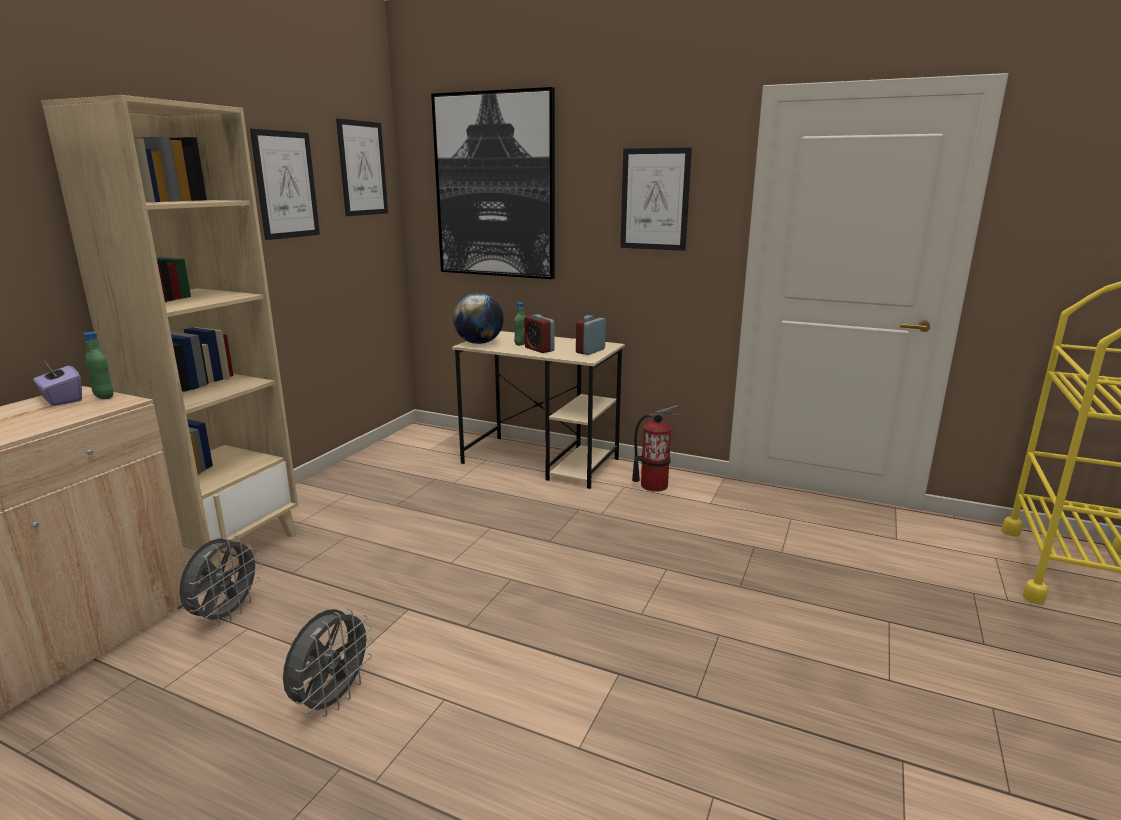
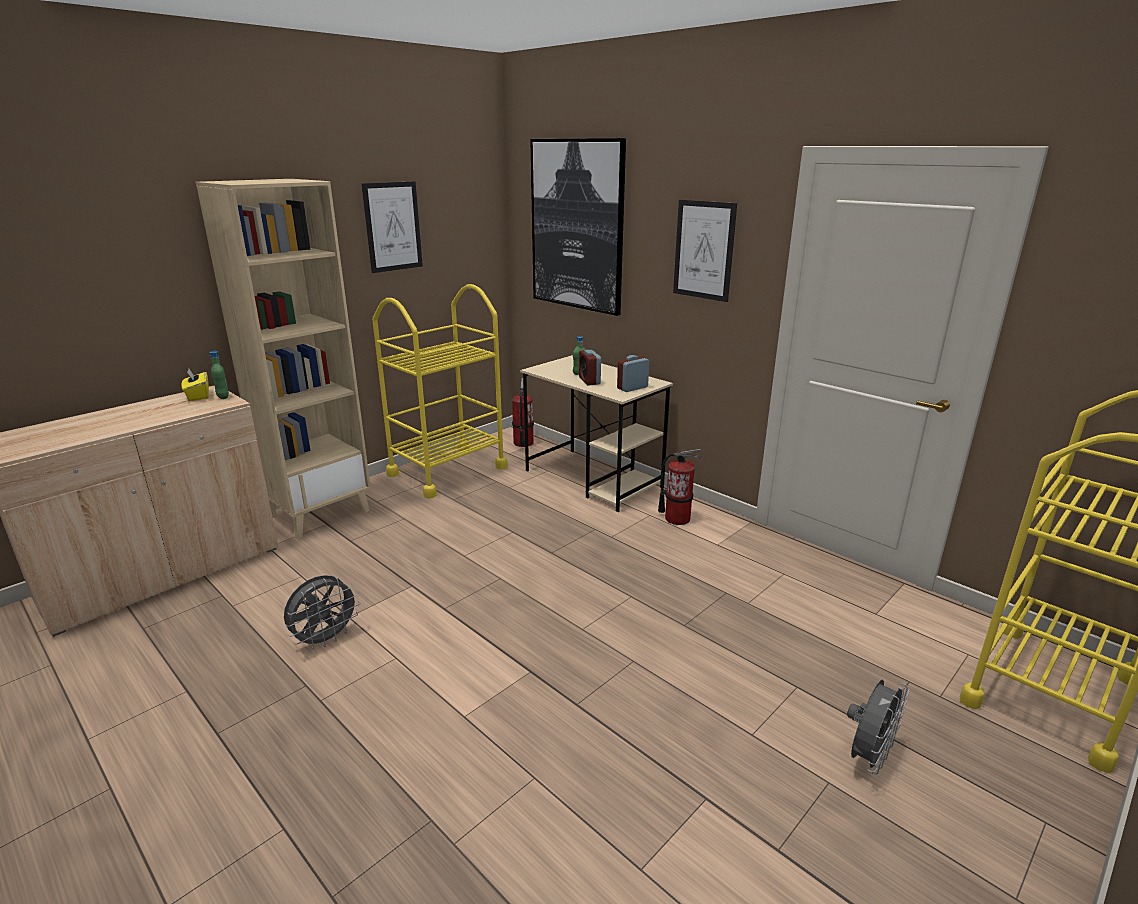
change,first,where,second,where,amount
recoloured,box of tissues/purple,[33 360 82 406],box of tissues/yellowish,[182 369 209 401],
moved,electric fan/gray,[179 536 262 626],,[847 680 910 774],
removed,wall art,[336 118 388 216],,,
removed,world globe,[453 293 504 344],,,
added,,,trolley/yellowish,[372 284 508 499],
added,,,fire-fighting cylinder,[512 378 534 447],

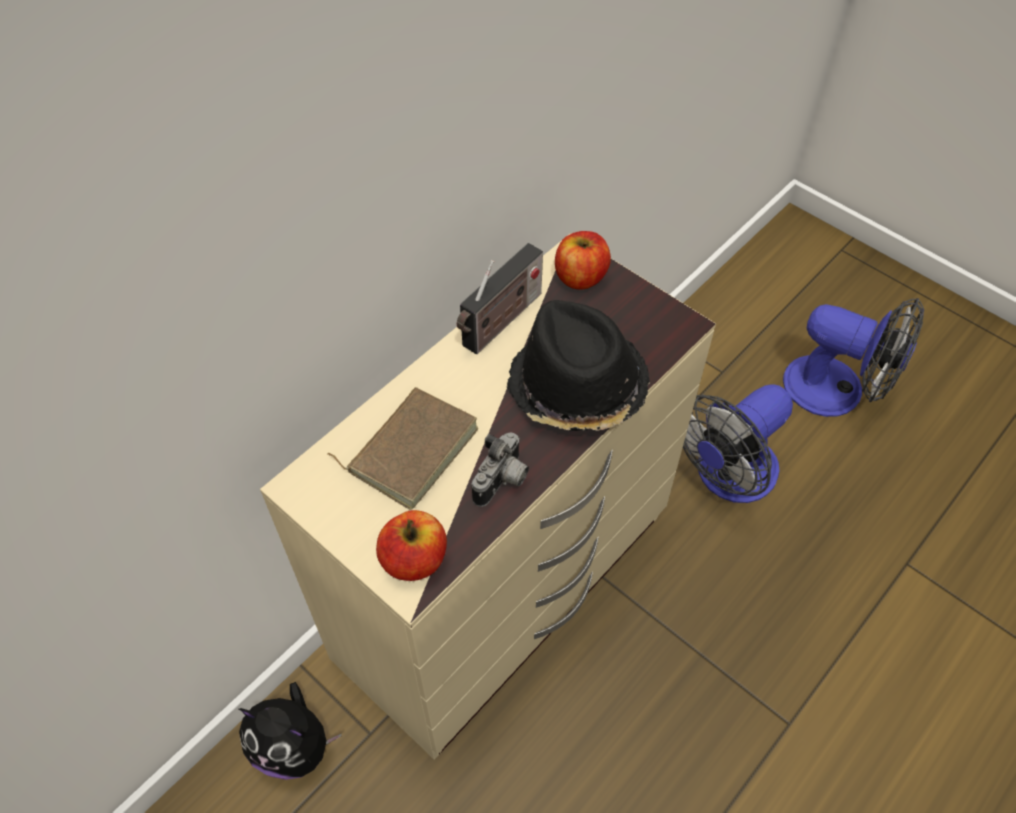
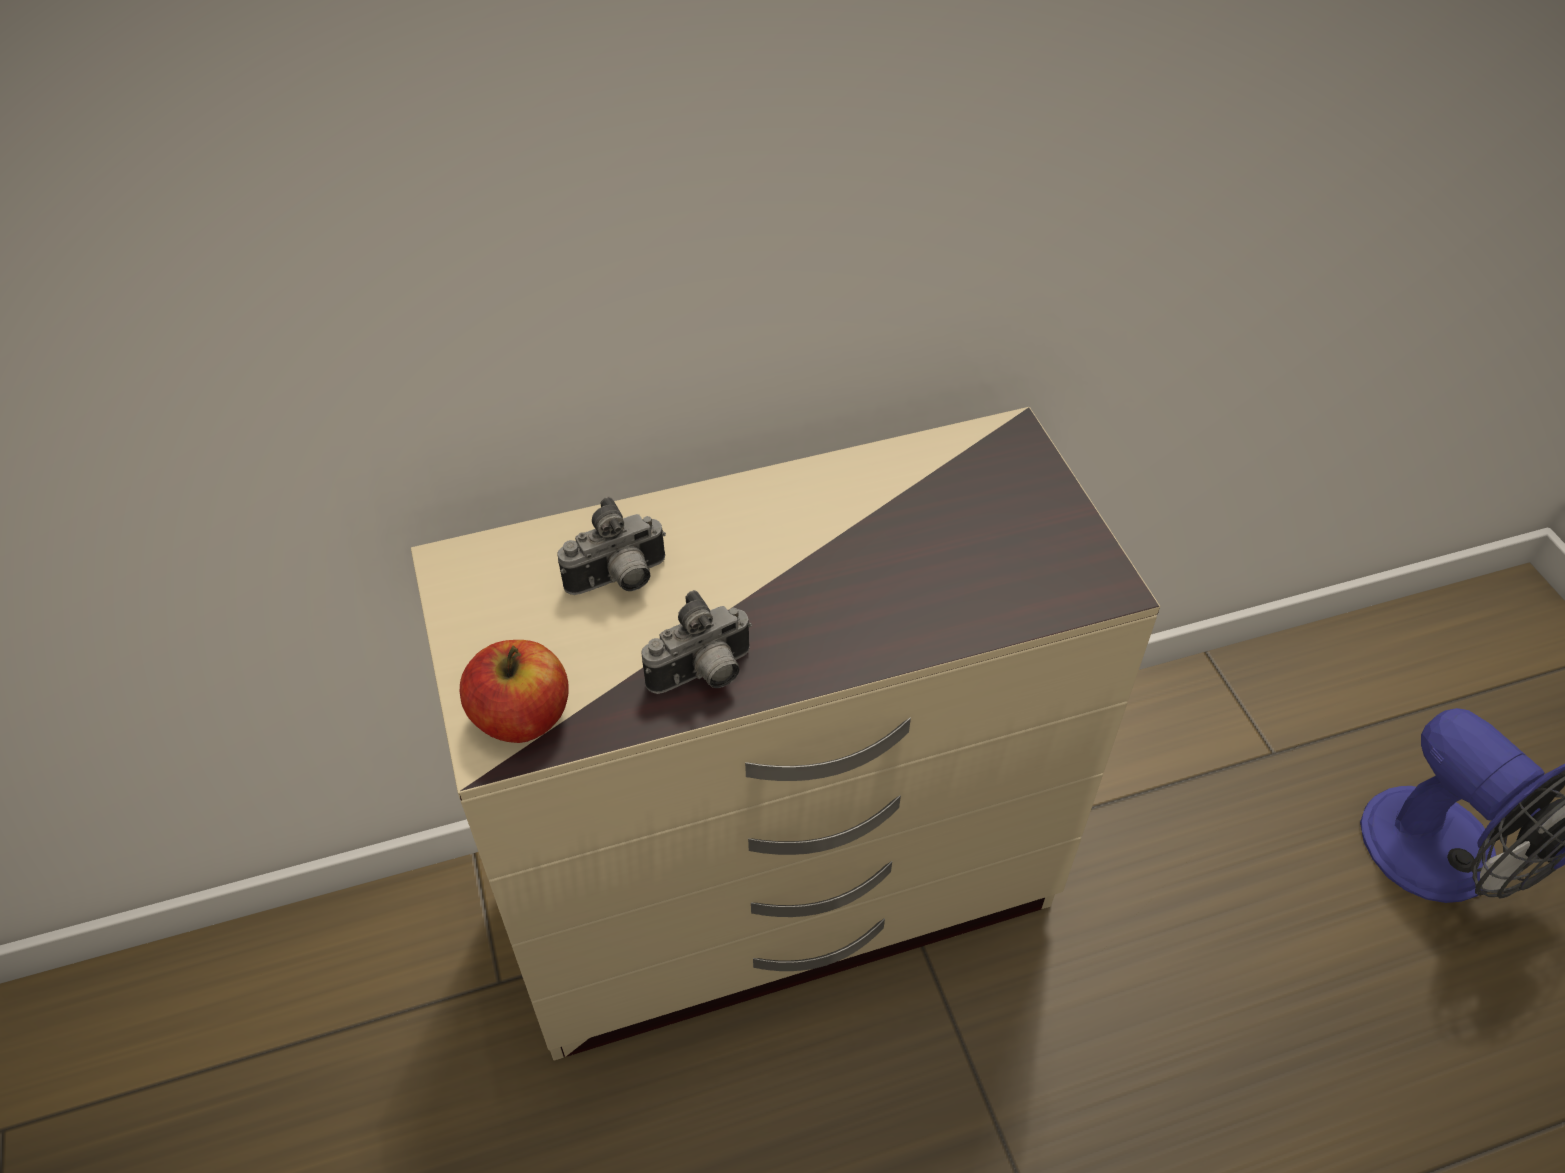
change,first,where,second,where,amount
removed,soft toy,[239 682 342 780],,,
replaced,bound book/brownish,[327 387 478 510],photo camera,[557 497 666 595],
removed,radio,[457 243 543 354],,,
removed,hat/black,[506 300 650 431],,,
removed,whole apple,[555 231 611 290],,,
removed,electric fan,[683 384 793 503],,,

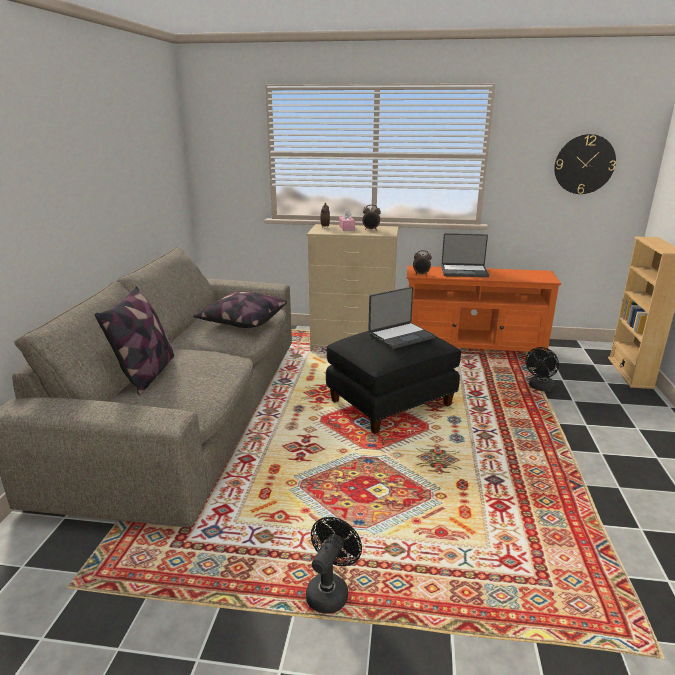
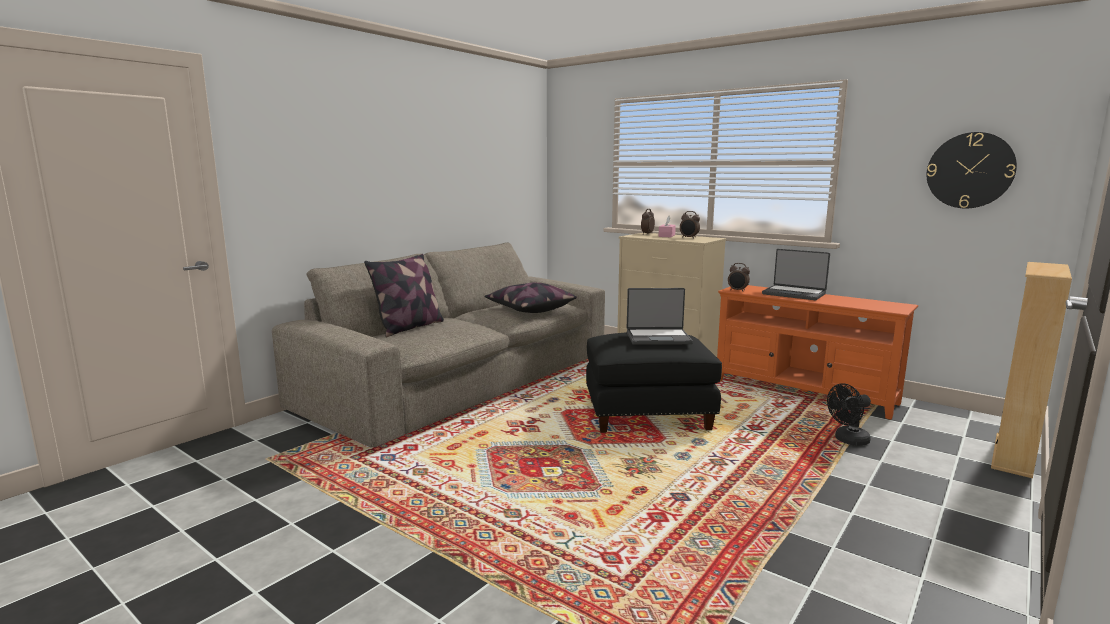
change,first,where,second,where,amount
removed,electric fan/black,[306 517 362 614],,,

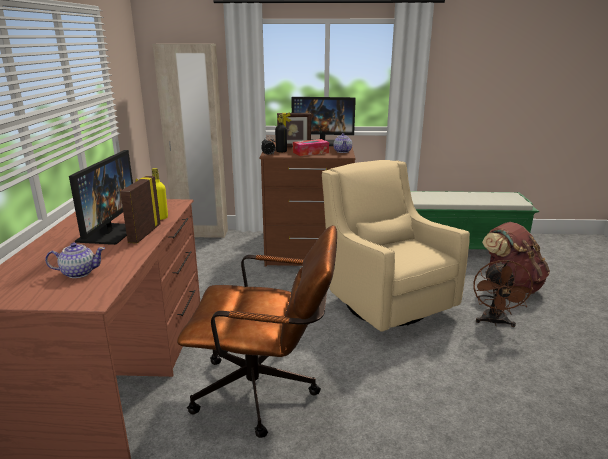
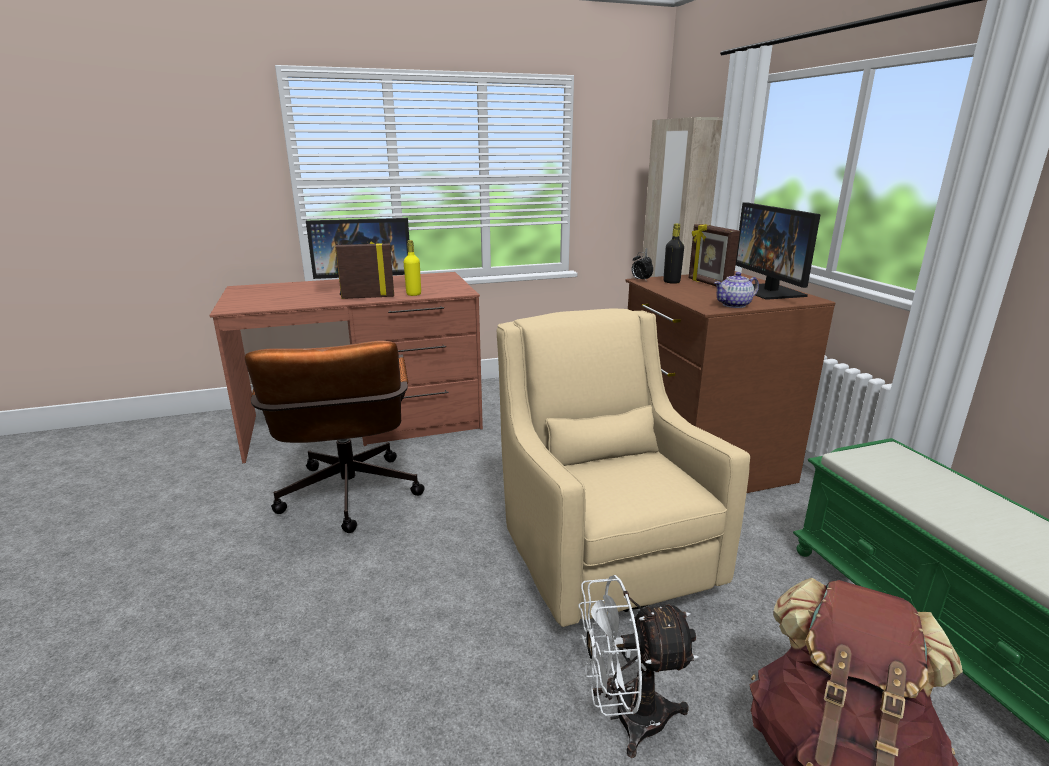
change,first,where,second,where,amount
removed,teapot,[45 243 105 278],,,
removed,box of tissues,[293 139 329 156],,,
turned,easy chair/sand-coloured,[322 160 470 332],,[497 309 750 627],60 degrees counterclockwise
recoloured,electric fan/brownish,[473 260 535 327],electric fan/white-coloured,[578 575 698 758],

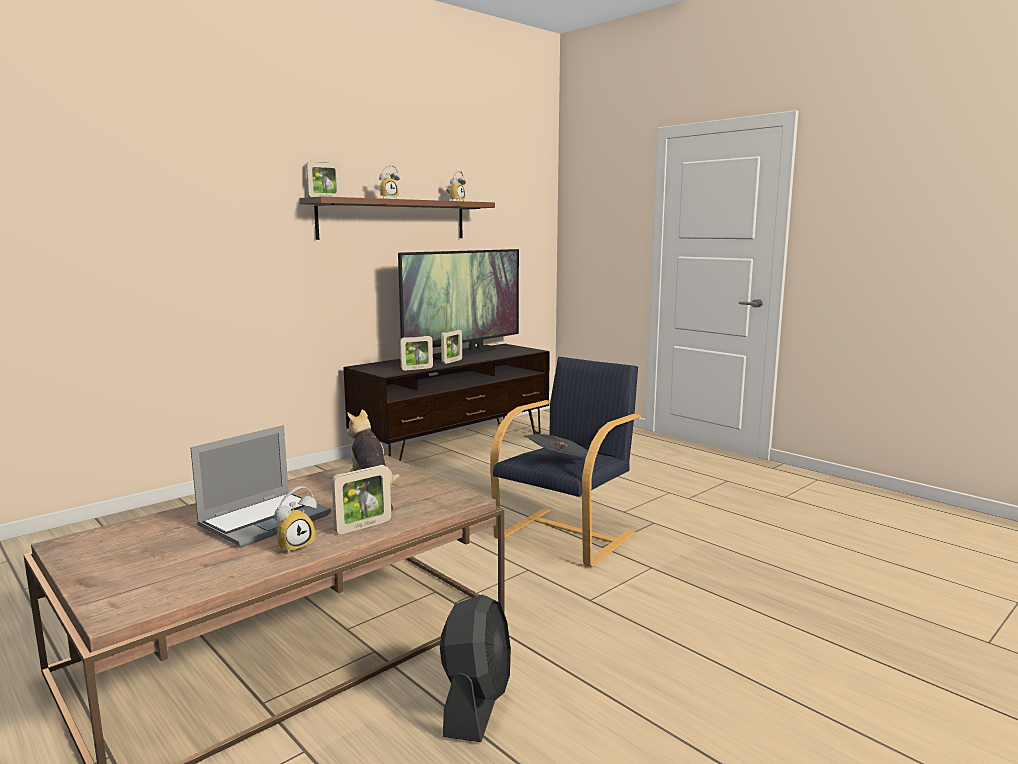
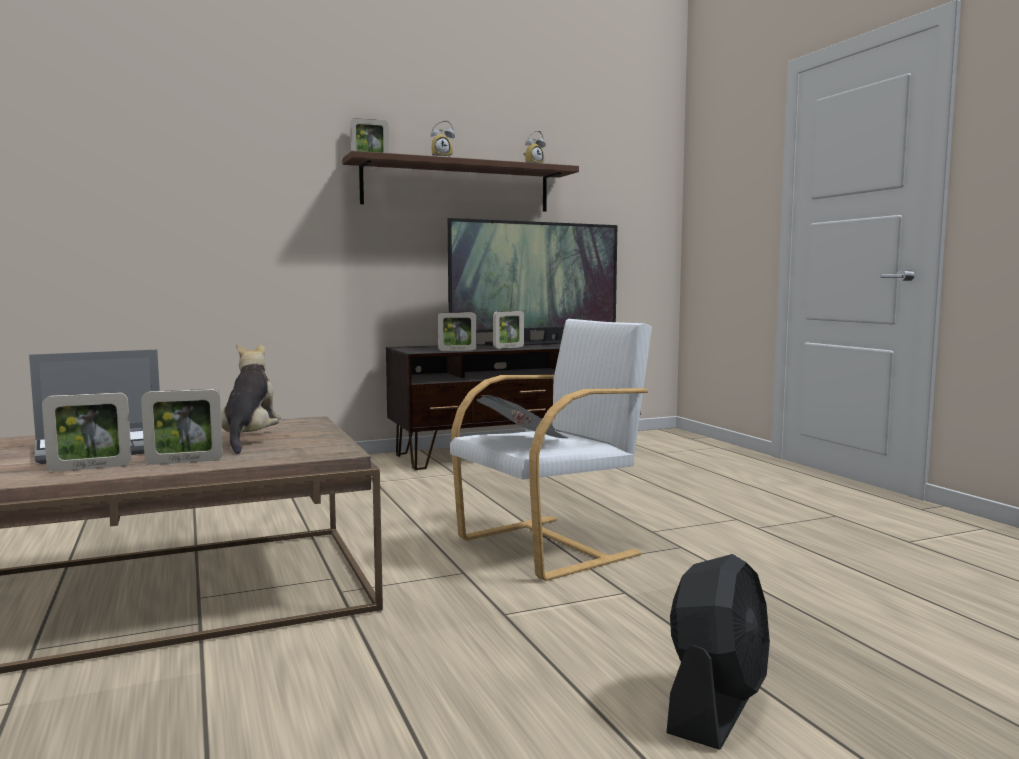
change,first,where,second,where,amount
replaced,bedside clock,[274 486 317 553],photo frame,[42 392 132 472],
moved,electric fan/black,[440 594 511 742],,[667 554 770 750],
recoloured,easy chair/black,[490 357 641 567],easy chair/white-coloured,[450 319 652 581],

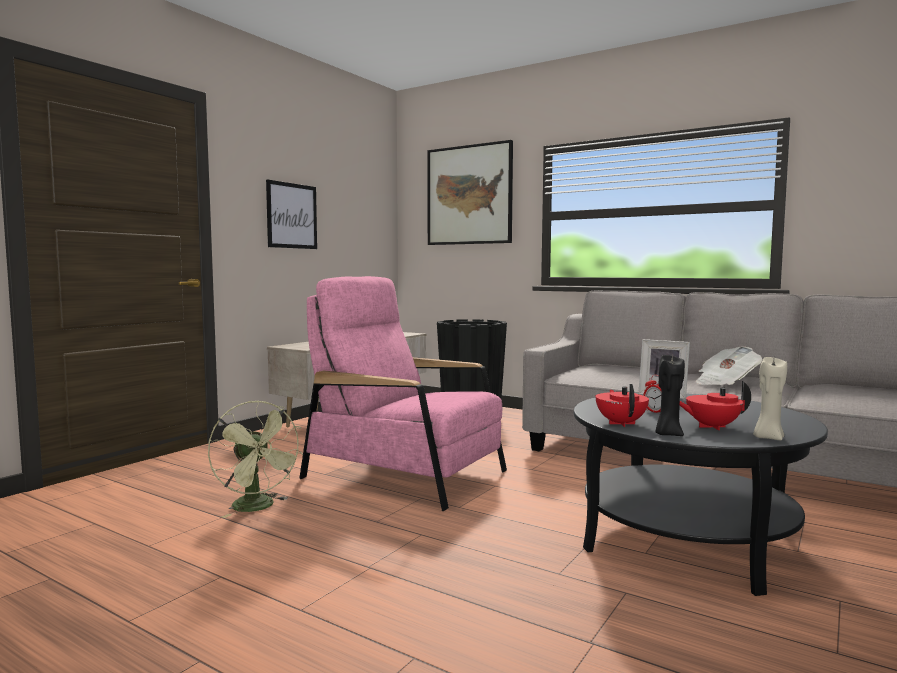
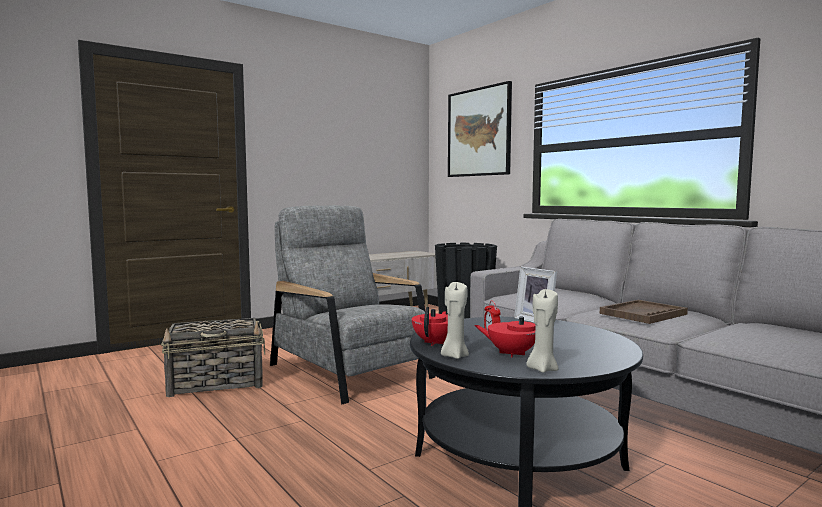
change,first,where,second,where,amount
replaced,electric fan/green-coloured,[208 401 303 518],basket,[161 318 265 397],
removed,wall art,[266 179 317 249],,,
recoloured,easy chair/pinkish,[299 276 507 511],easy chair/gray,[270 205 435 404],
recoloured,wax candle/black,[656 355 685 436],wax candle/sand-coloured,[441 282 469 359],
replaced,newspaper,[696 346 762 385],serving tray/brownish,[600 300 688 324],

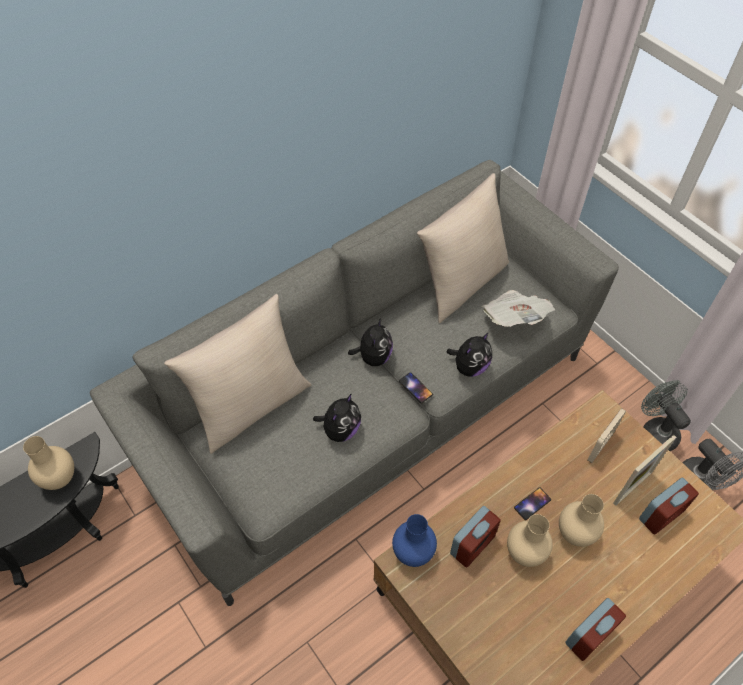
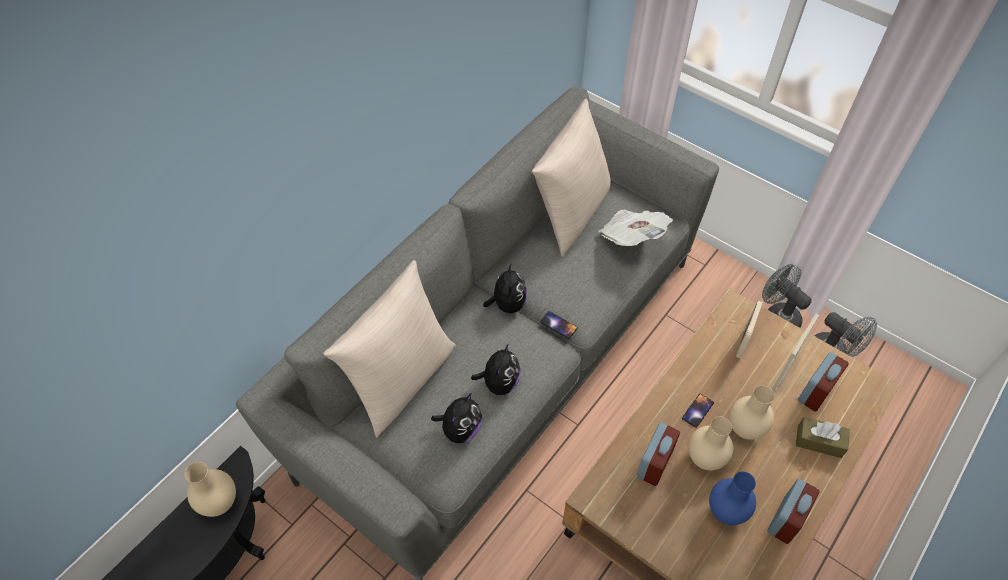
change,first,where,second,where,amount
moved,vase/bluish,[392 514 437 567],,[709 471 756 525],
moved,soft toy,[447 332 492 377],,[431 393 482 443],
added,,,box of tissues/brownish,[796 417 850 458],

